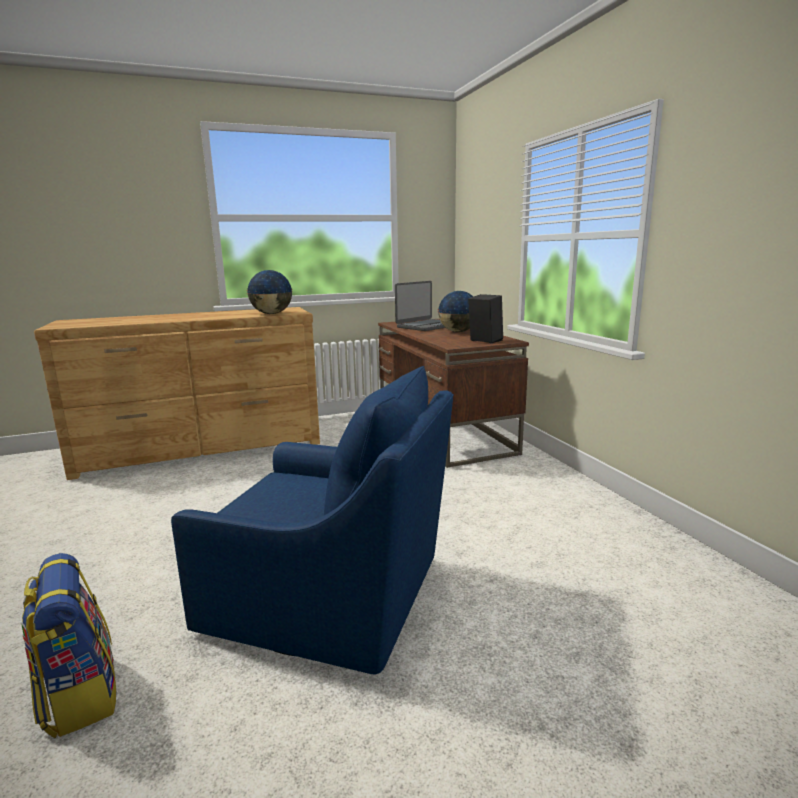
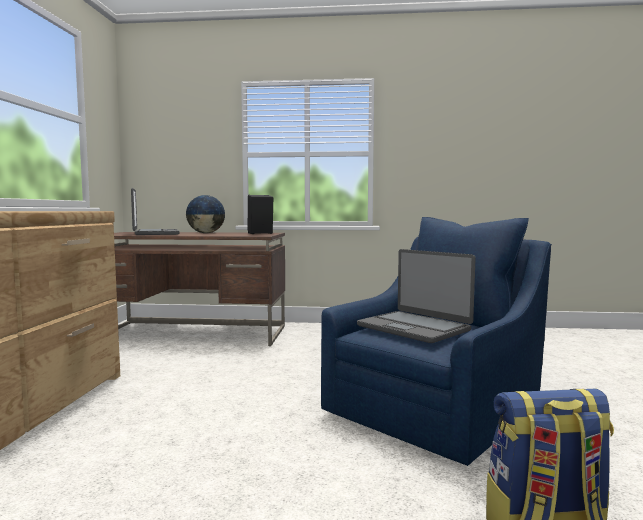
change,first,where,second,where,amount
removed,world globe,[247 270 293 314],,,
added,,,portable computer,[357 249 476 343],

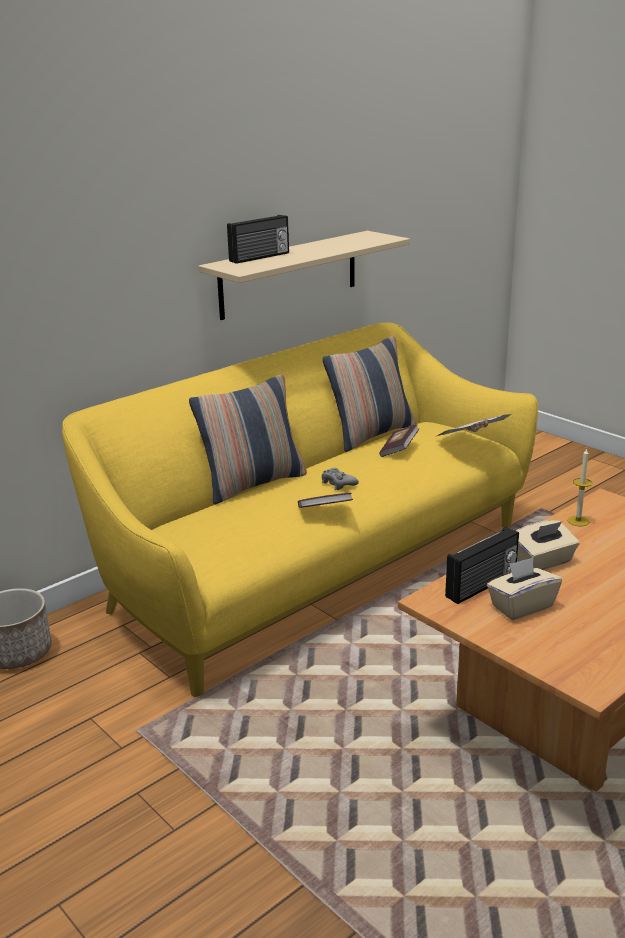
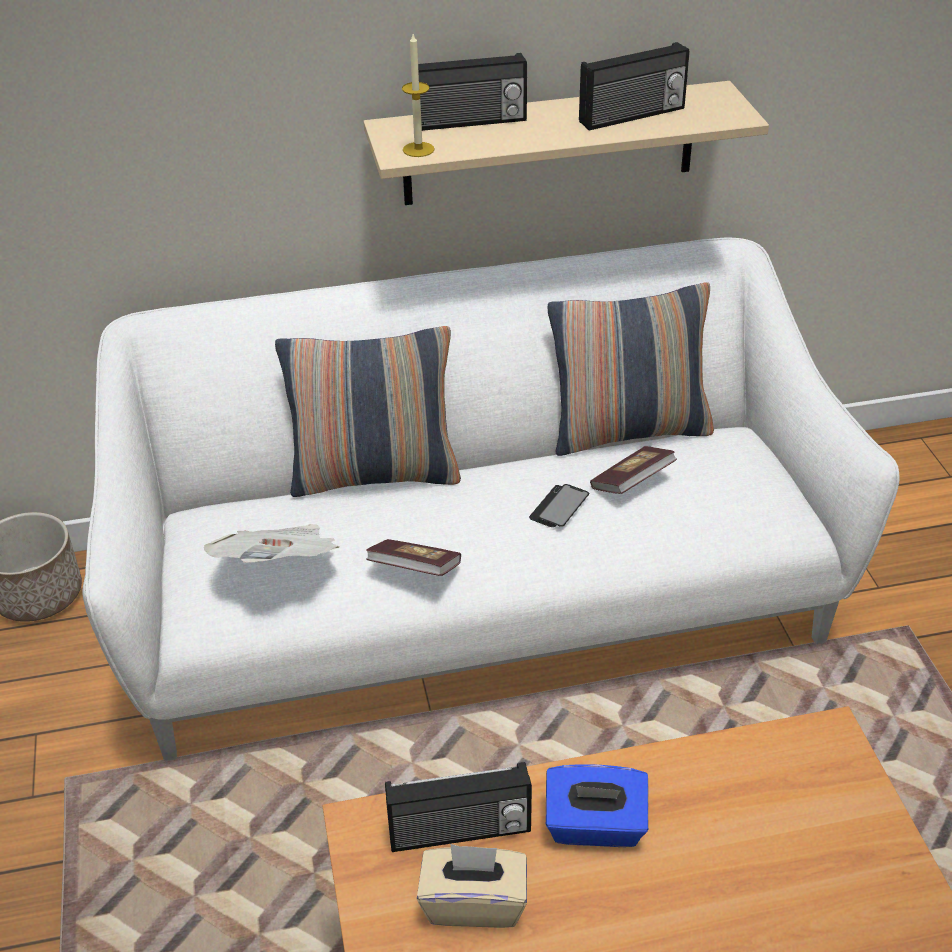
change,first,where,second,where,amount
recoloured,couch/yellowish,[62 322 538 697],couch/white-coloured,[82 237 900 761],
removed,gamepad/gray,[322 468 359 490],,,
moved,newspaper,[438 414 512 436],,[204 524 339 563],
recoloured,box of tissues/sand-coloured,[516 520 580 570],box of tissues/bluish,[546 764 648 847],
moved,wax candle,[567 448 592 526],,[402 34 435 157],
added,,,phone,[529 484 589 527],
added,,,radio,[579 42 690 130],

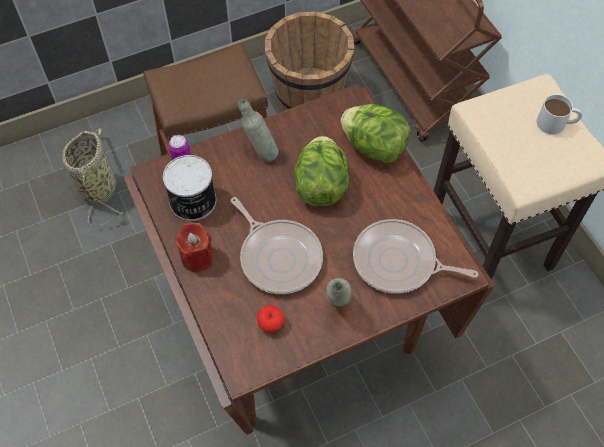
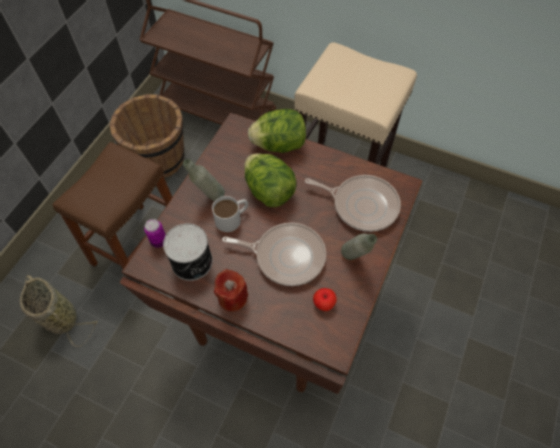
change,first,where,second,where,amount
turned,pan,[353 219 478 294],,[305 175 401 232],135 degrees counterclockwise
moved,tea mug/white-coloured,[537 94 582 134],,[212 196 248 232],

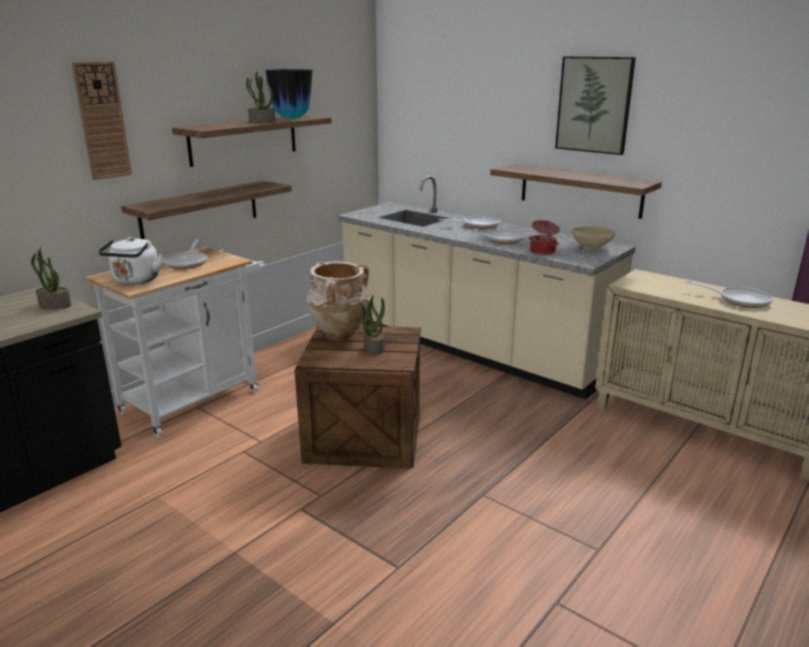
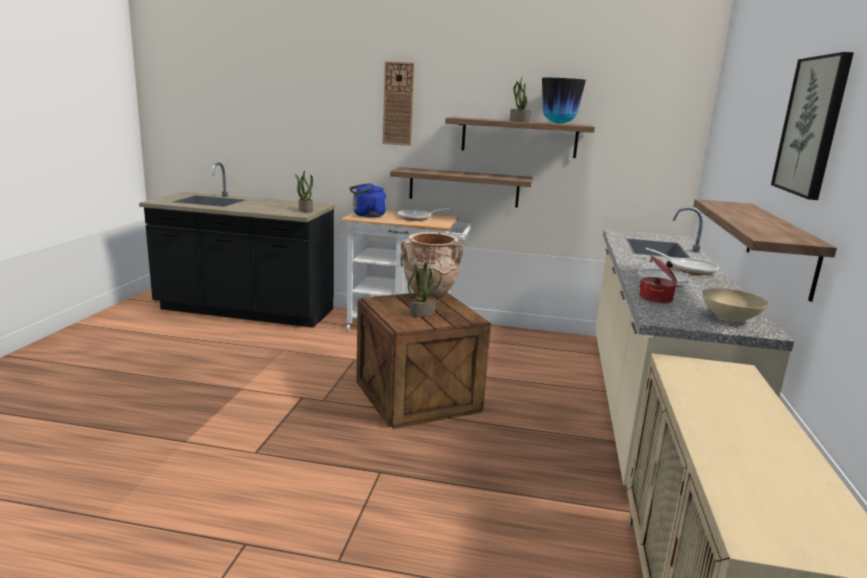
change,first,where,second,where,amount
recoloured,water kettle/white-coloured,[98 237 163 285],water kettle/bluish,[349 183 386 217],
removed,pan,[685 280 773 308],,,

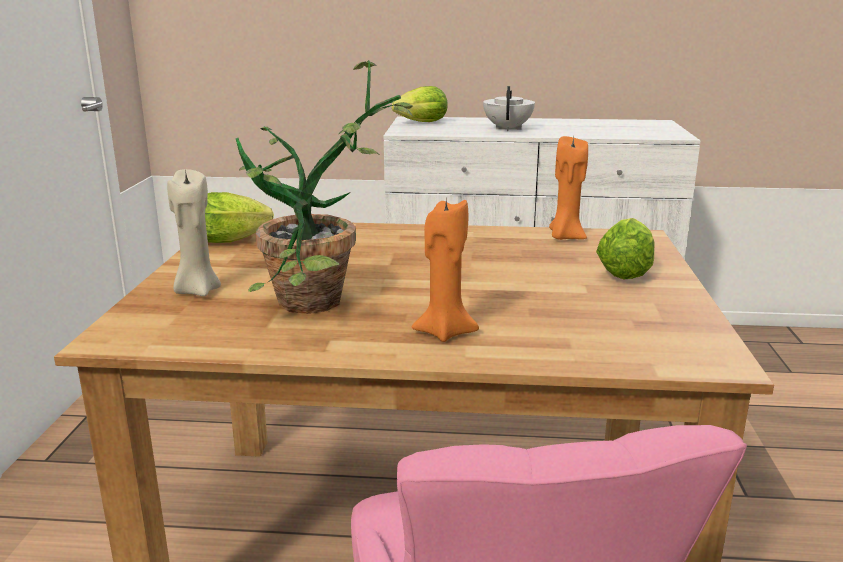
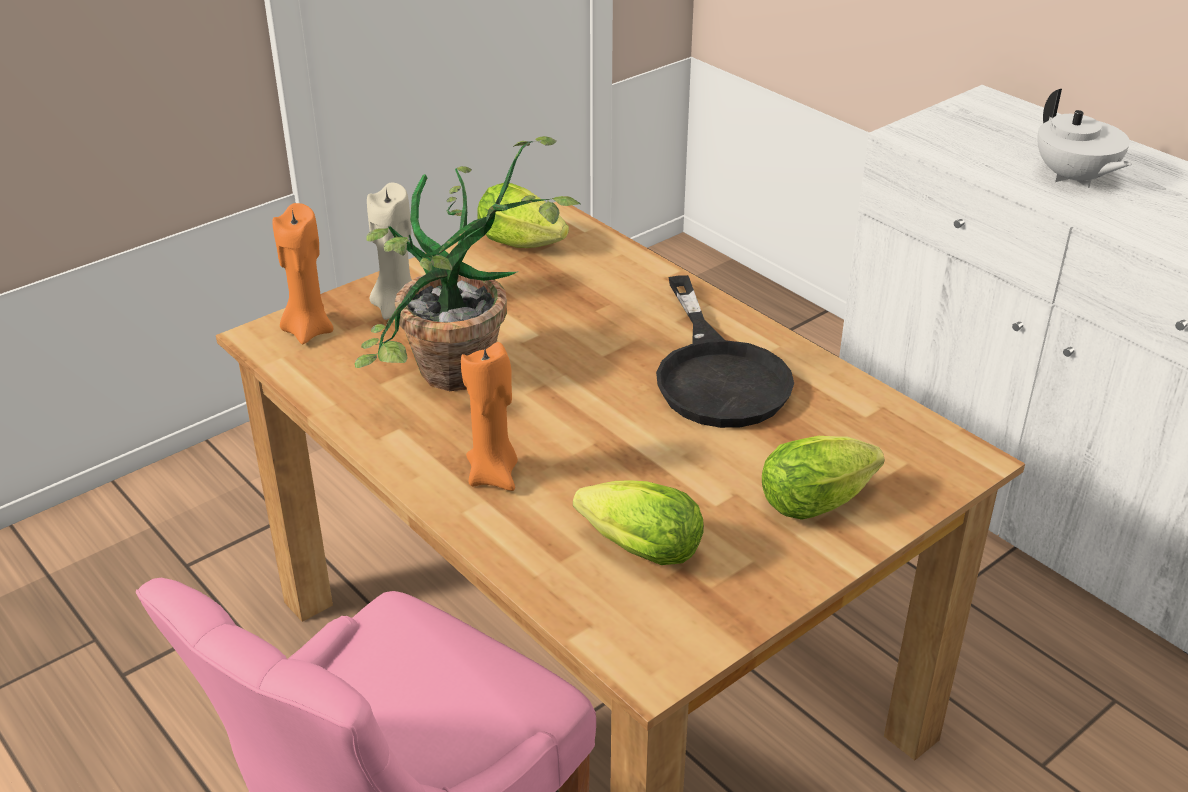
change,first,where,second,where,amount
moved,lettuce head,[392 86 448 122],,[573 480 704 565],
turned,teapot/white-coloured,[483 86 535 131],,[1037 89 1132 188],105 degrees clockwise
moved,wax candle/orange-coloured,[549 136 588 240],,[272 203 334 344],
added,,,pan/black,[656 275 794 428],

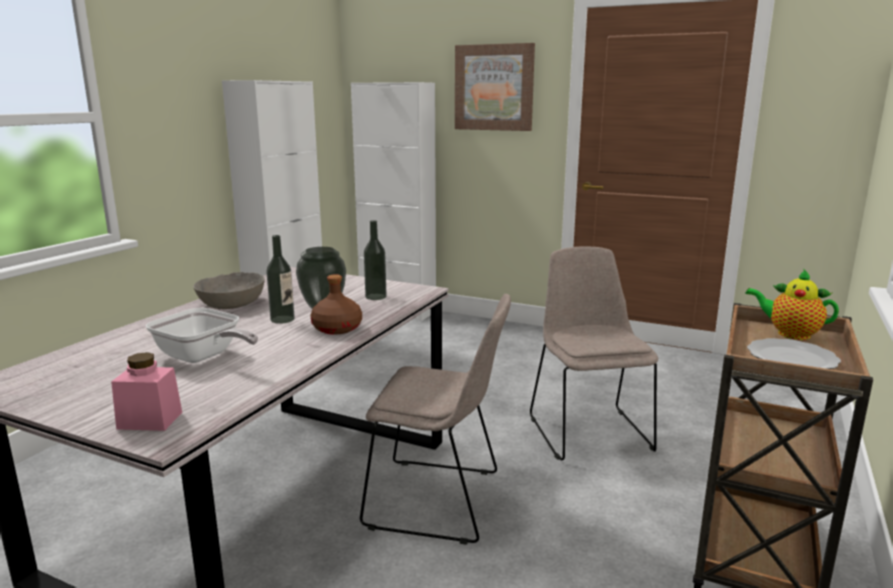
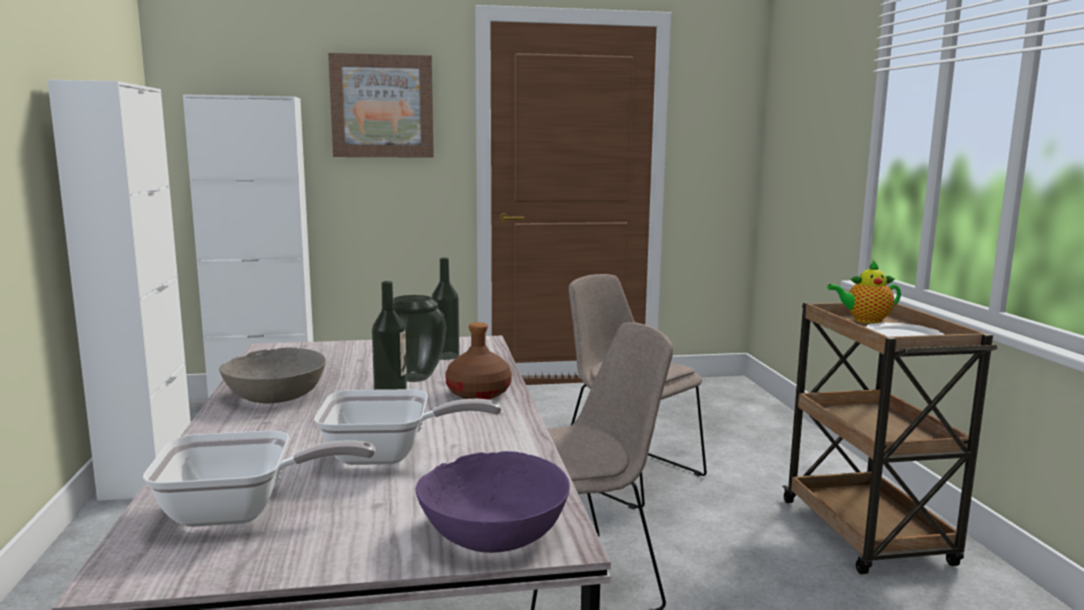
change,first,where,second,where,amount
replaced,preserve jar/pinkish,[111 352 182 431],bowl/purple,[416 451 570 553],
added,,,pan,[143 430 375 527],

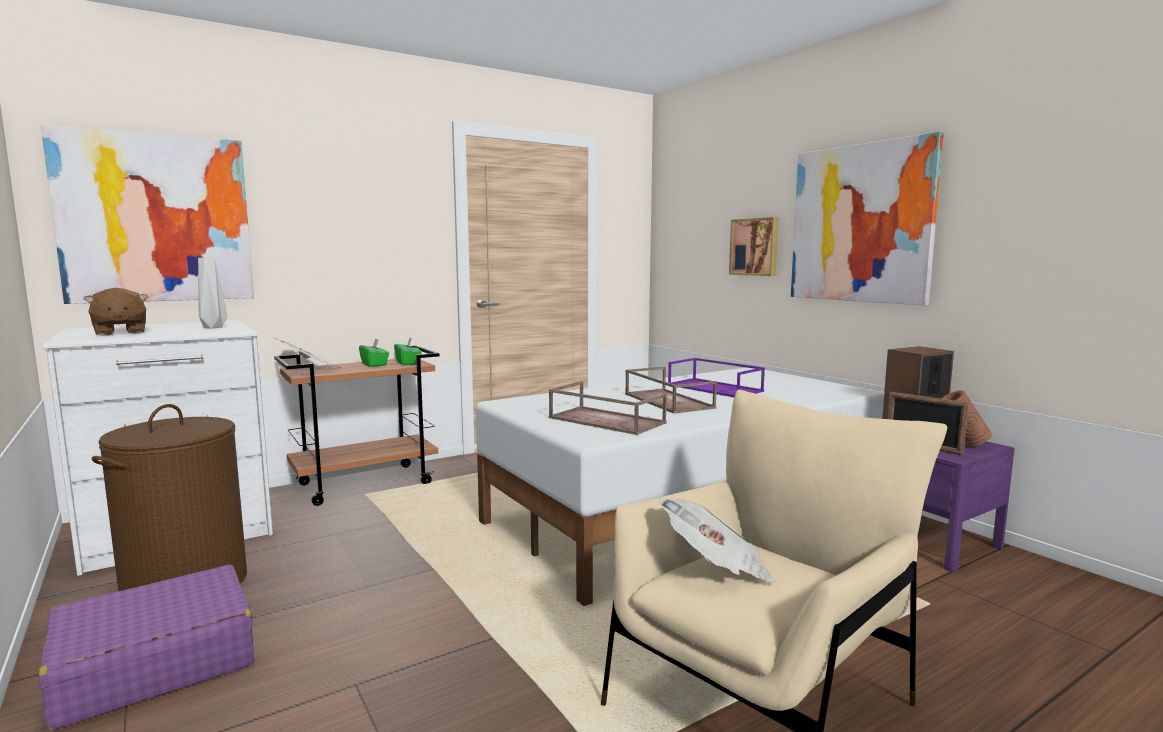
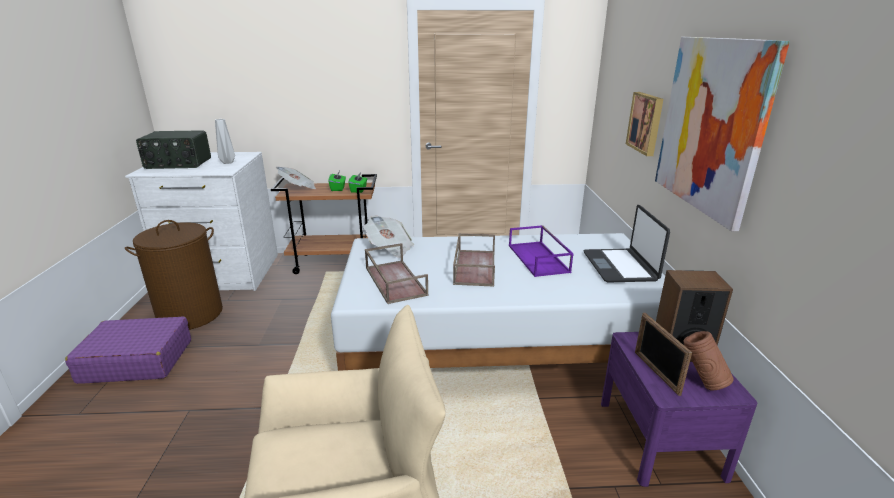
change,first,where,second,where,amount
removed,wall art,[41 124 254 304],,,
replaced,soft toy/brownish,[84 288 148 336],radio,[136 130 211 169],
moved,newspaper,[659 498 776 583],,[364 216 414 257],
added,,,portable computer,[584 205 670 283],

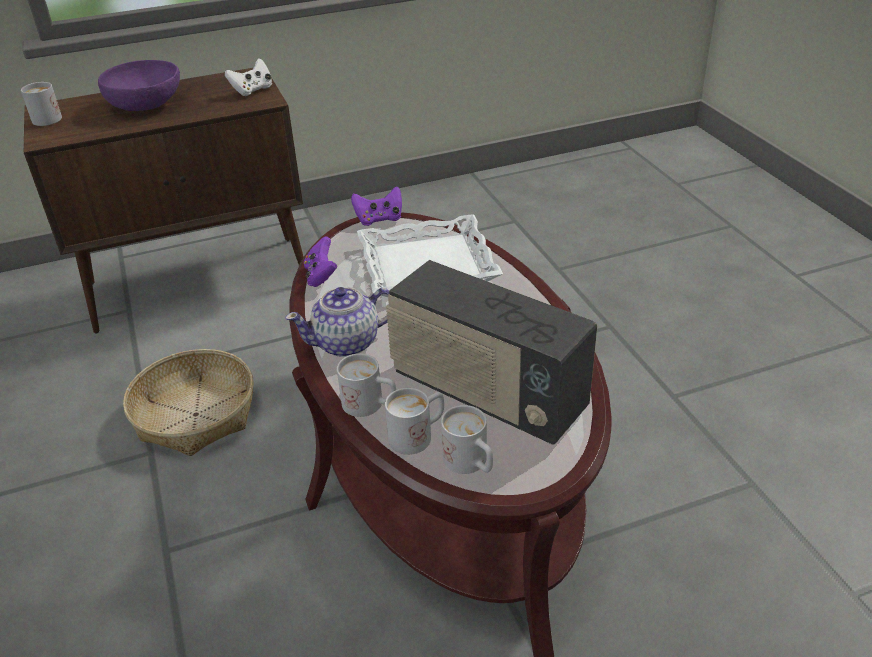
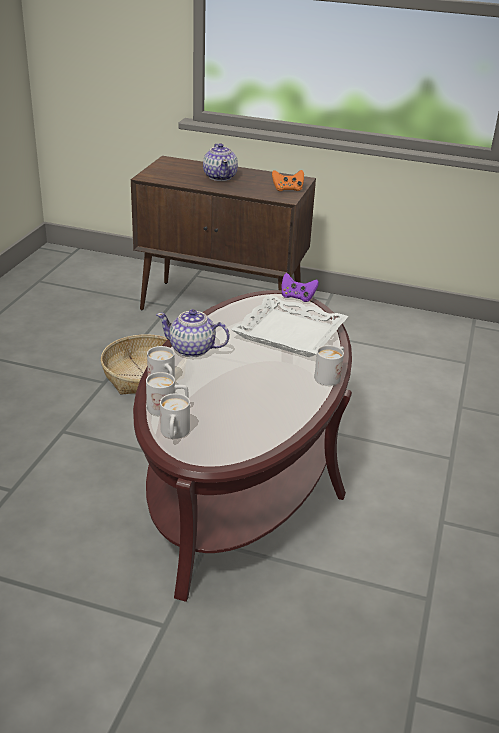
change,first,where,second,where,amount
moved,tea mug/white-coloured,[21 82 62 126],,[314 345 344 386],
replaced,bowl/purple,[98 60 180 111],teapot,[203 143 238 181],
recoloured,gamepad/white-coloured,[225 59 272 96],gamepad/orange-coloured,[272 170 304 191],
removed,gamepad/purple,[304 236 337 287],,,
removed,radio,[386 260 597 445],,,

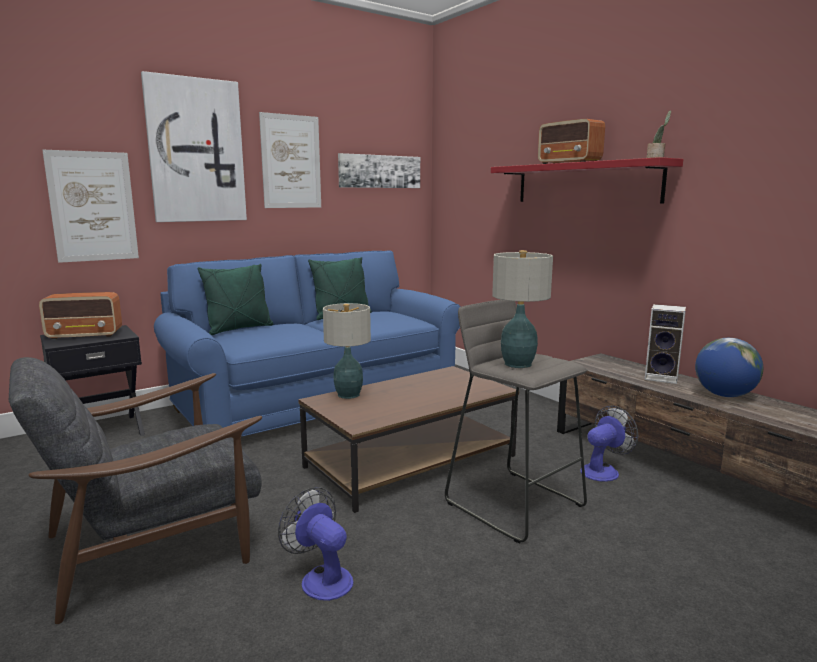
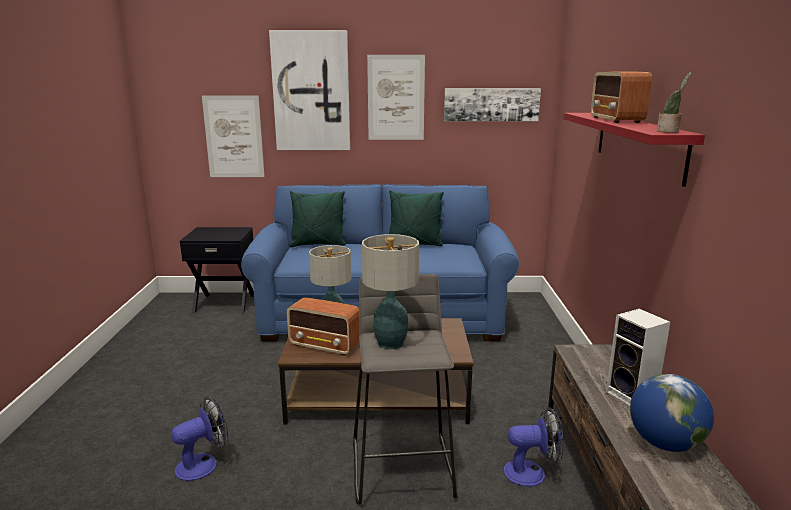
change,first,where,second,where,amount
removed,easy chair/gray,[9 357 262 624],,,
moved,radio,[39 292 122 340],,[287 297 360 356],
turned,electric fan,[278 487 353 601],,[171 396 228 481],60 degrees clockwise

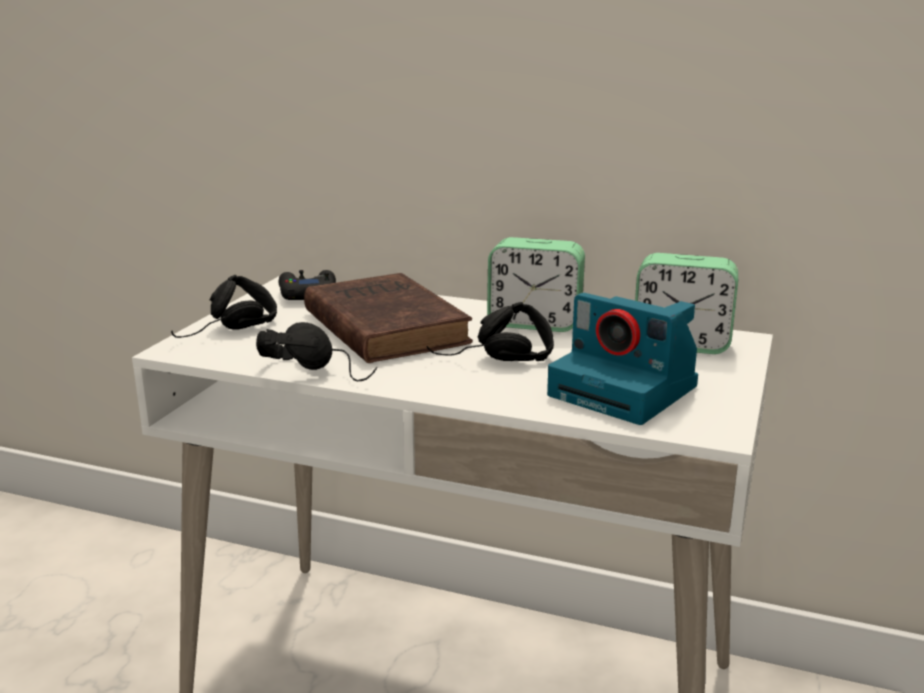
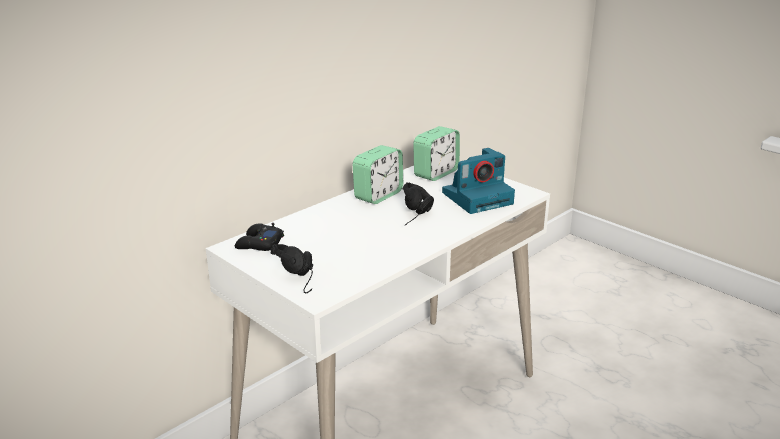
change,first,where,second,where,amount
removed,headset/black,[256 322 377 381],,,
removed,bound book/brownish,[304 273 473 363],,,

